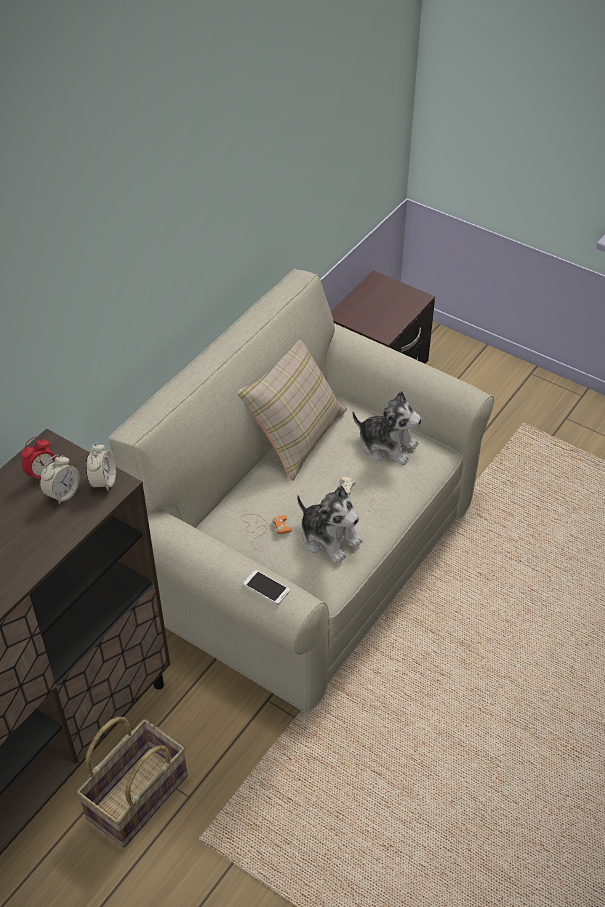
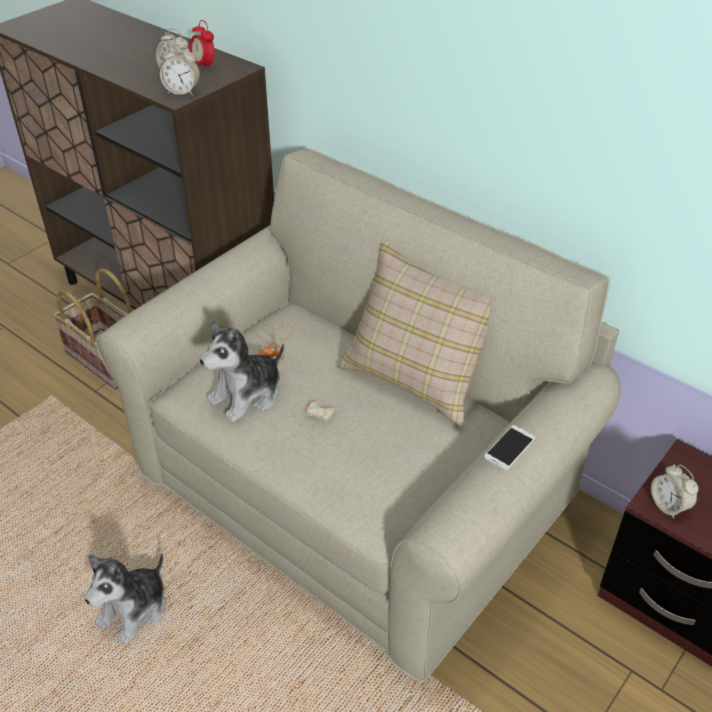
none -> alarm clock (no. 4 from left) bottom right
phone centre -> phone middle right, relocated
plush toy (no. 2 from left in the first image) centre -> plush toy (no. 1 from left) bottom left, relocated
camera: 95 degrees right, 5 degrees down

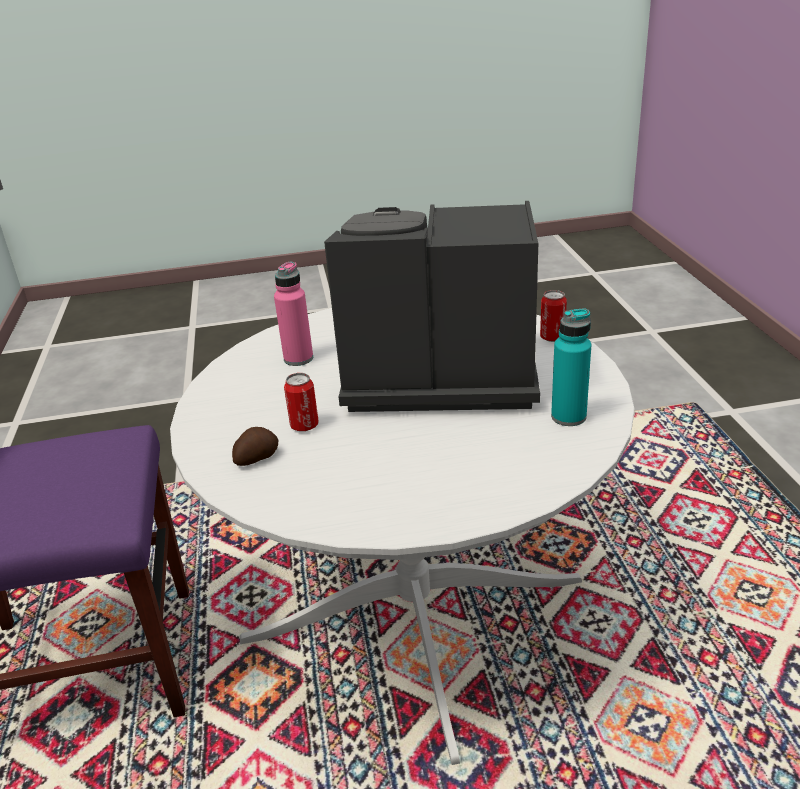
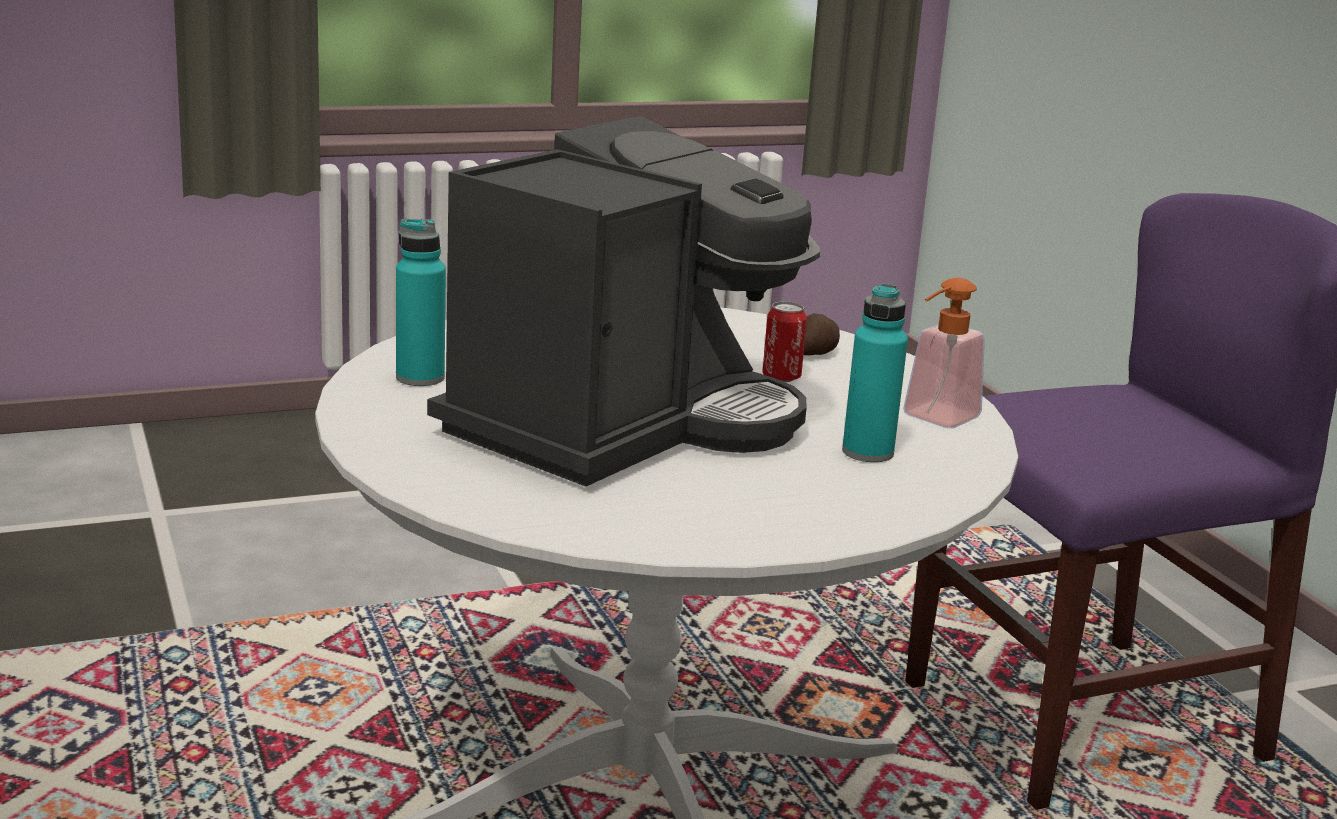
can (no. 2 from left) middle right -> none
none -> soap dispenser middle right
pink bottle centre -> turquoise bottle (no. 2 from left) centre
coffee machine centre, 45 degrees counterclockwise
camera: 165 degrees right, 10 degrees down

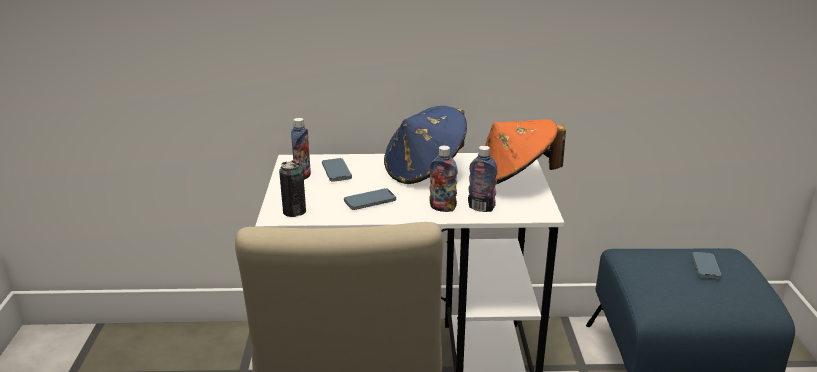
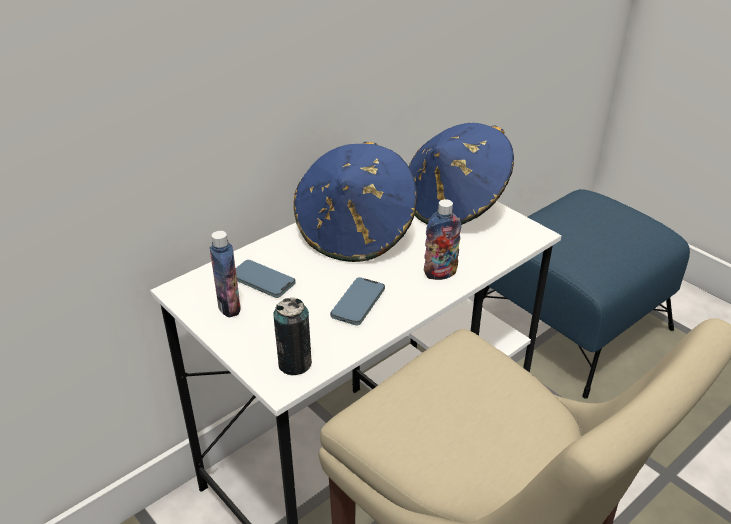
bottle (no. 3 from left) centre -> none
phone (no. 3 from left) bottom right -> none
orange hat centre -> blue hat (no. 2 from left) top centre
camera: 40 degrees left, 10 degrees up

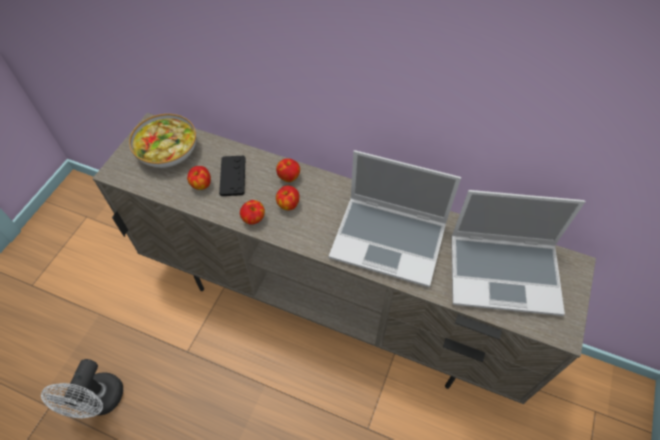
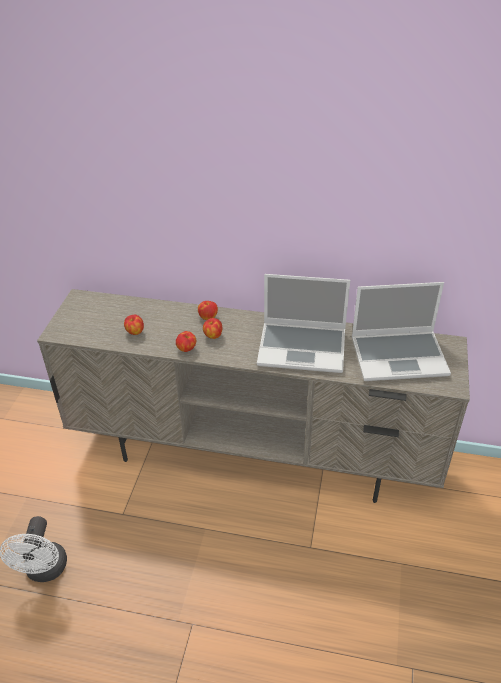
bowl top left -> none
black game controller centre -> none
camera: 10 degrees left, 15 degrees down

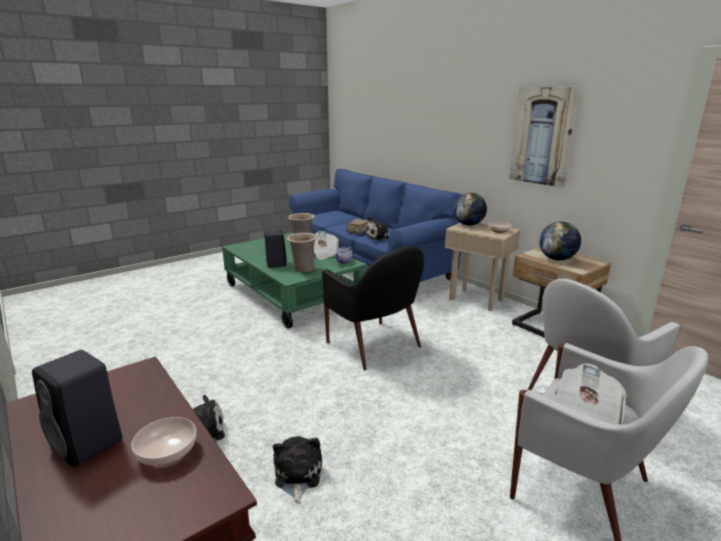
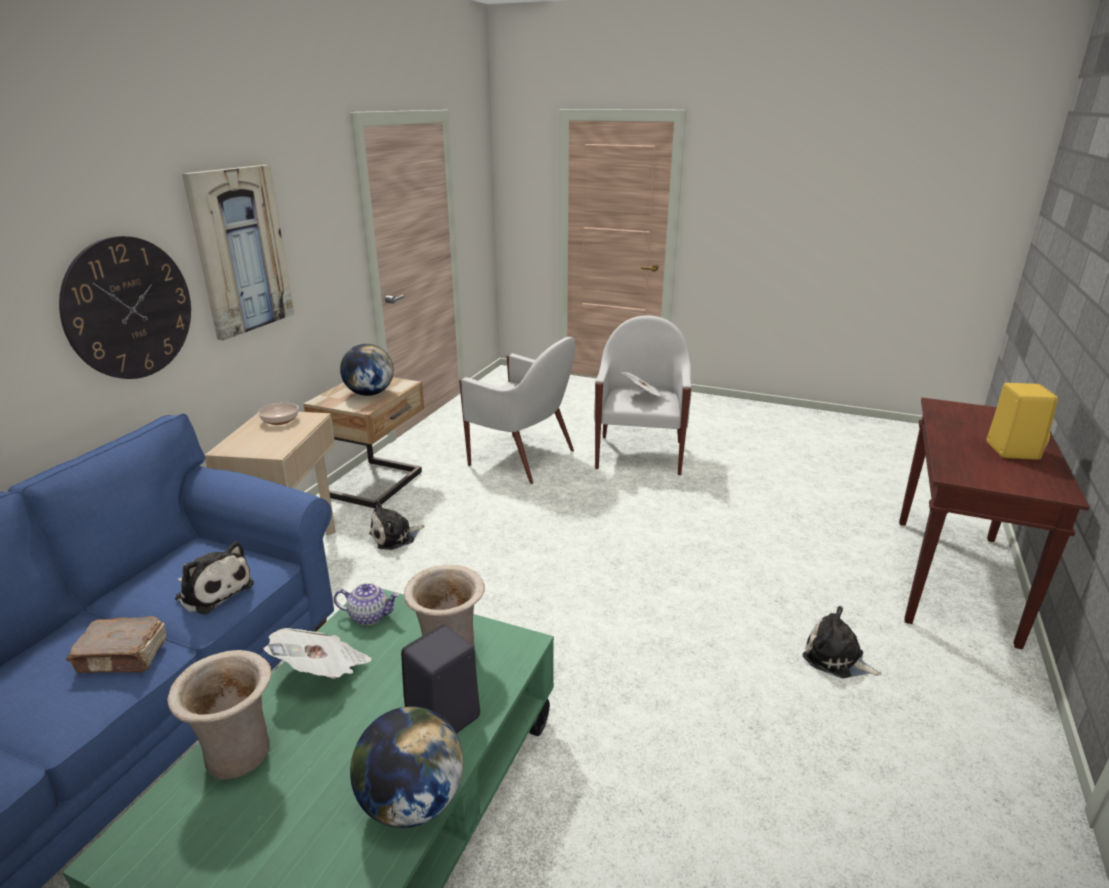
bowl (no. 1 from left) bottom left -> none
black armchair centre -> none
none -> wall clock middle left
plush toy (no. 2 from left) bottom centre -> plush toy (no. 2 from left) centre, relocated
globe (no. 1 from left in the first image) centre -> globe (no. 2 from left) bottom centre, relocated
black speaker (no. 1 from left) bottom left -> yellow speaker middle right
camera: 120 degrees left, 5 degrees up

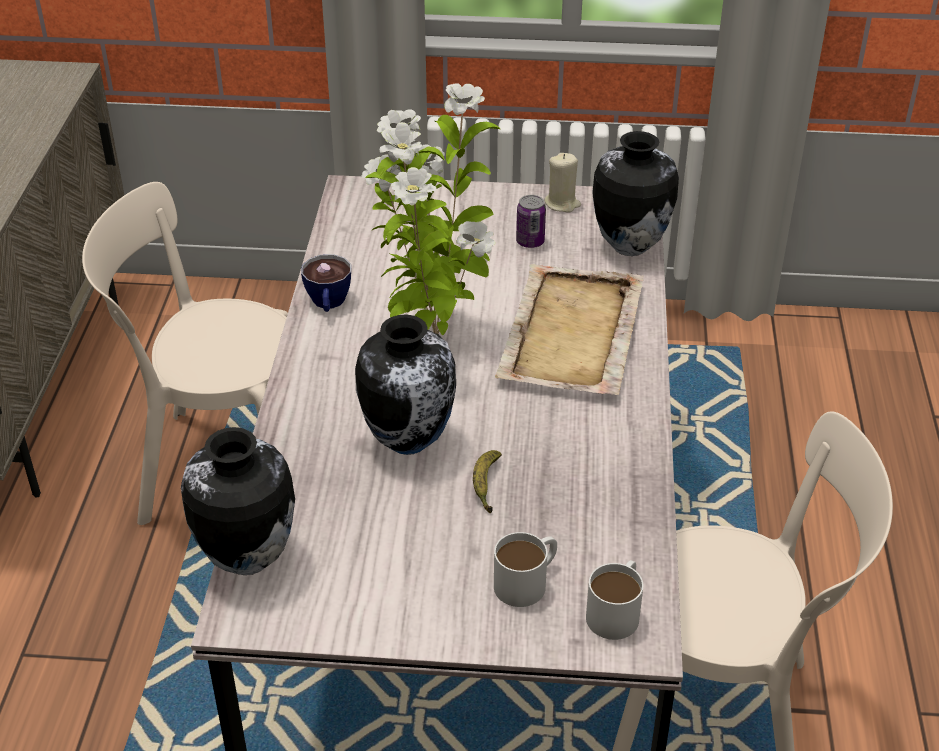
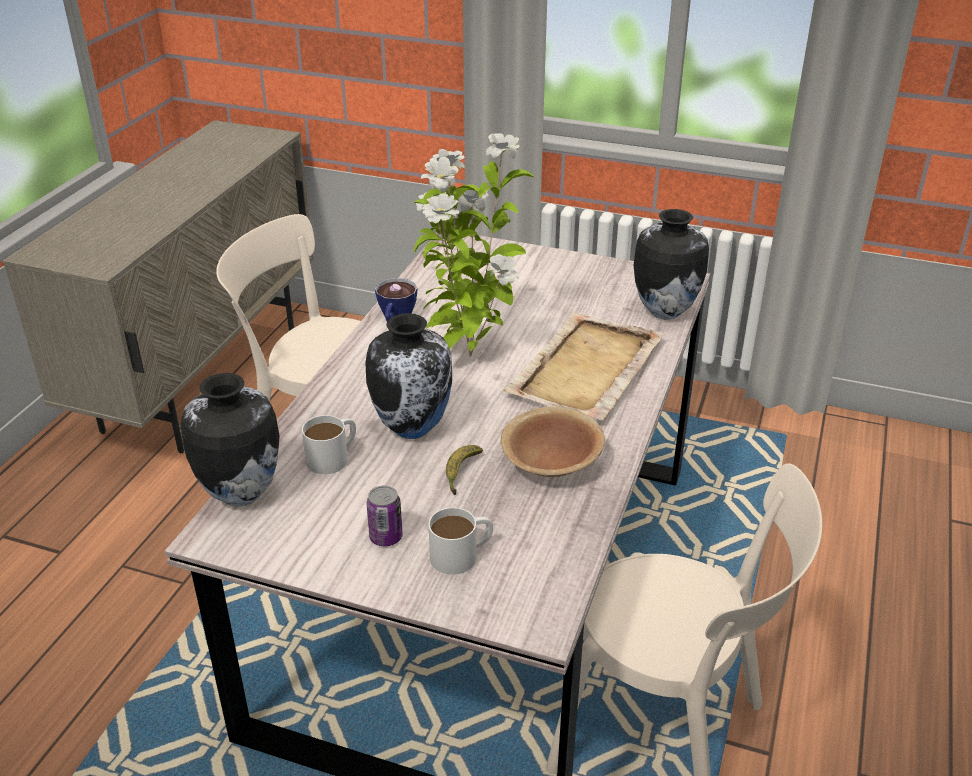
beige candle top centre -> none
none -> brown bowl centre
can top centre -> can centre, relocated
white mug (no. 2 from left in the first image) bottom centre -> white mug (no. 1 from left) centre, relocated
camera: 15 degrees right, 5 degrees down

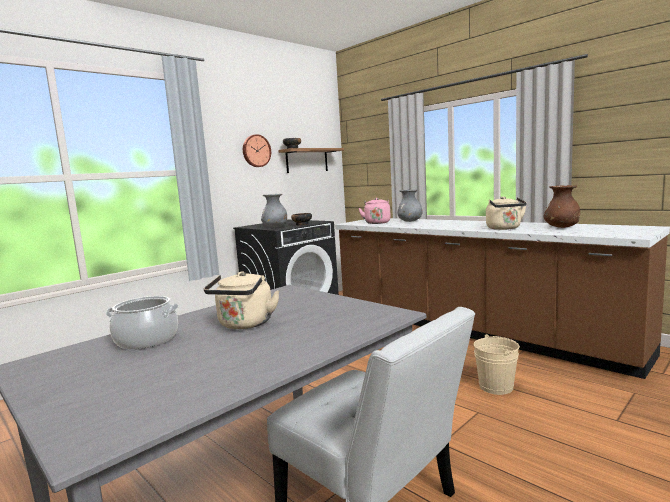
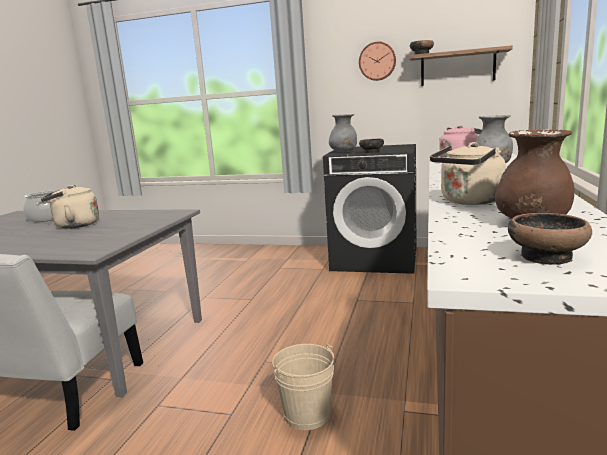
none -> bowl (no. 3 from left) middle right
camera: 60 degrees right, 5 degrees up

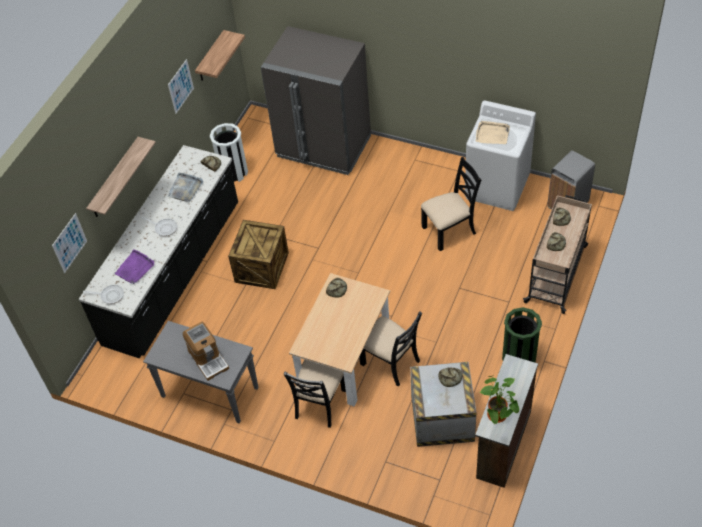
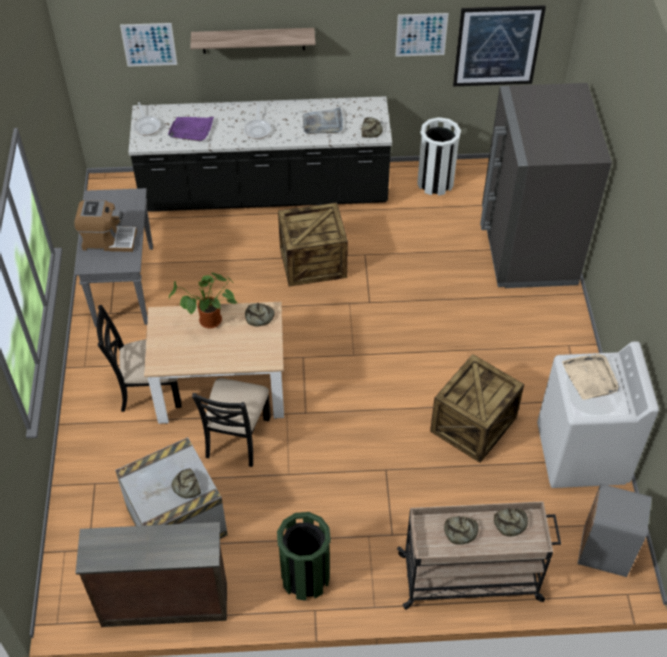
potted plant bottom right -> potted plant middle left, relocated
shelf (no. 2 from left) top left -> picture (no. 3 from left) top right
black chair (no. 3 from left) centre -> crate (no. 3 from left) middle right
coffee machine middle left, 120 degrees counterclockwise
camera: 60 degrees right, 0 degrees up

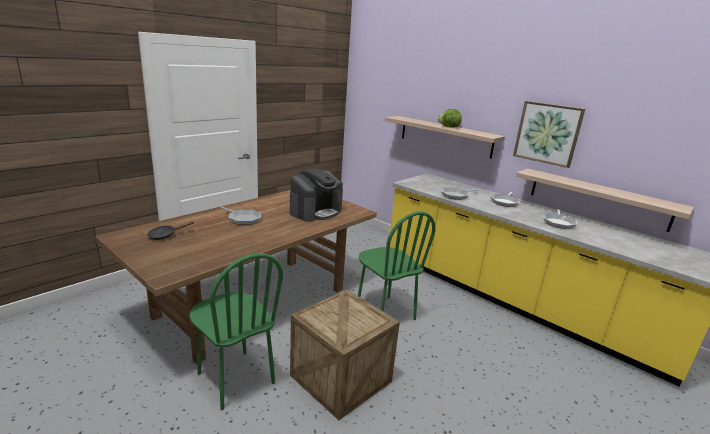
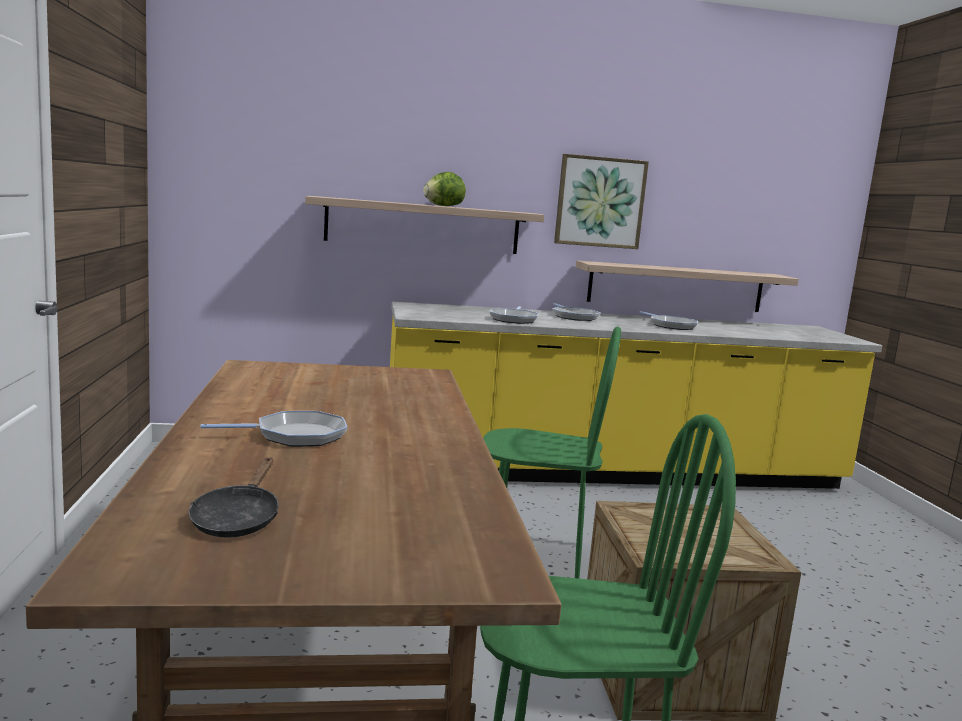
coffee machine centre -> none
camera: 50 degrees left, 10 degrees down

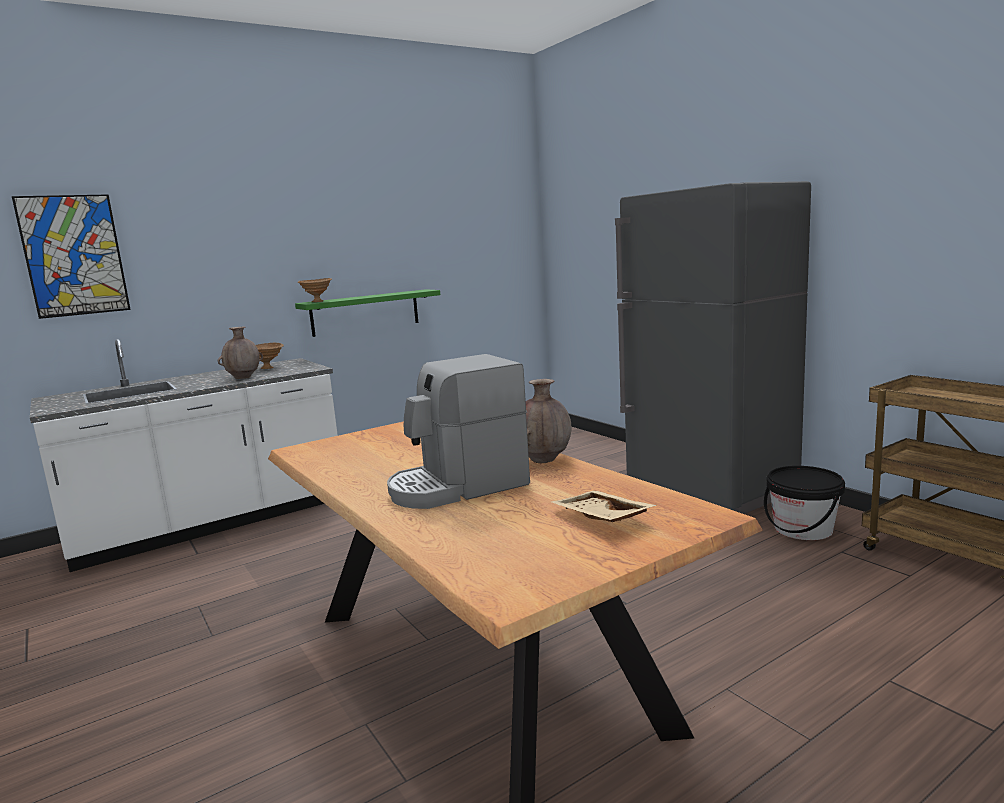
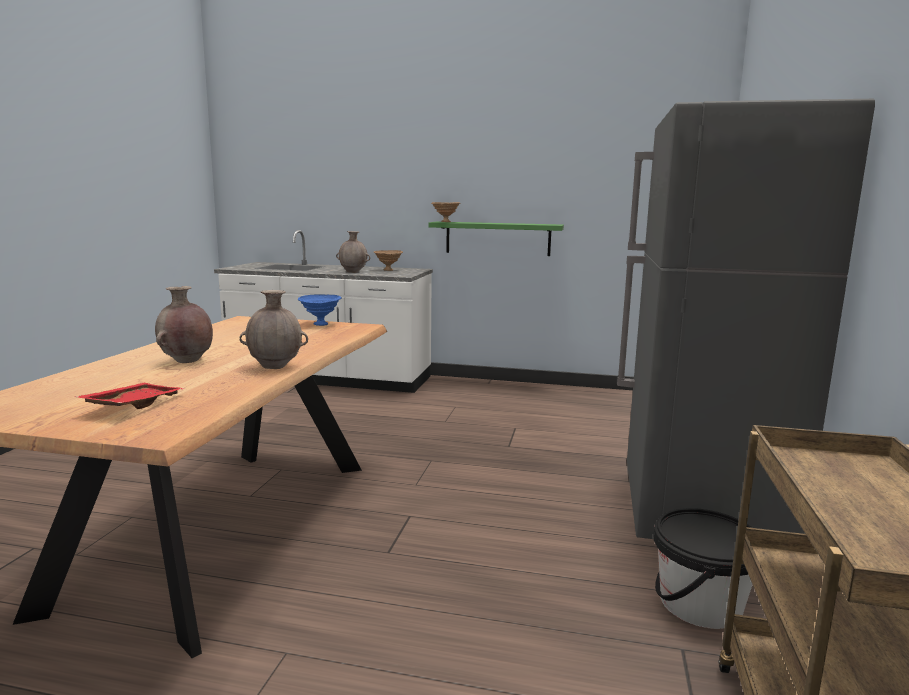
picture top left -> none
none -> blue bowl centre
coffee machine centre -> brown vase (no. 1 from left) middle left
beige tray centre -> red tray middle left
camera: 45 degrees right, 0 degrees up

